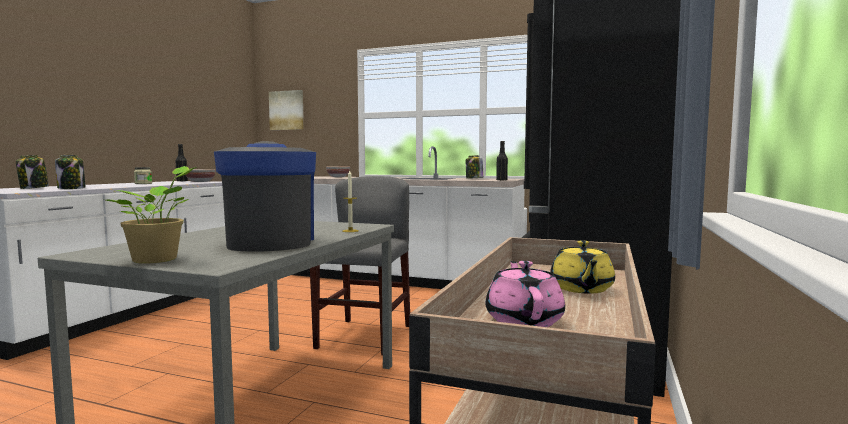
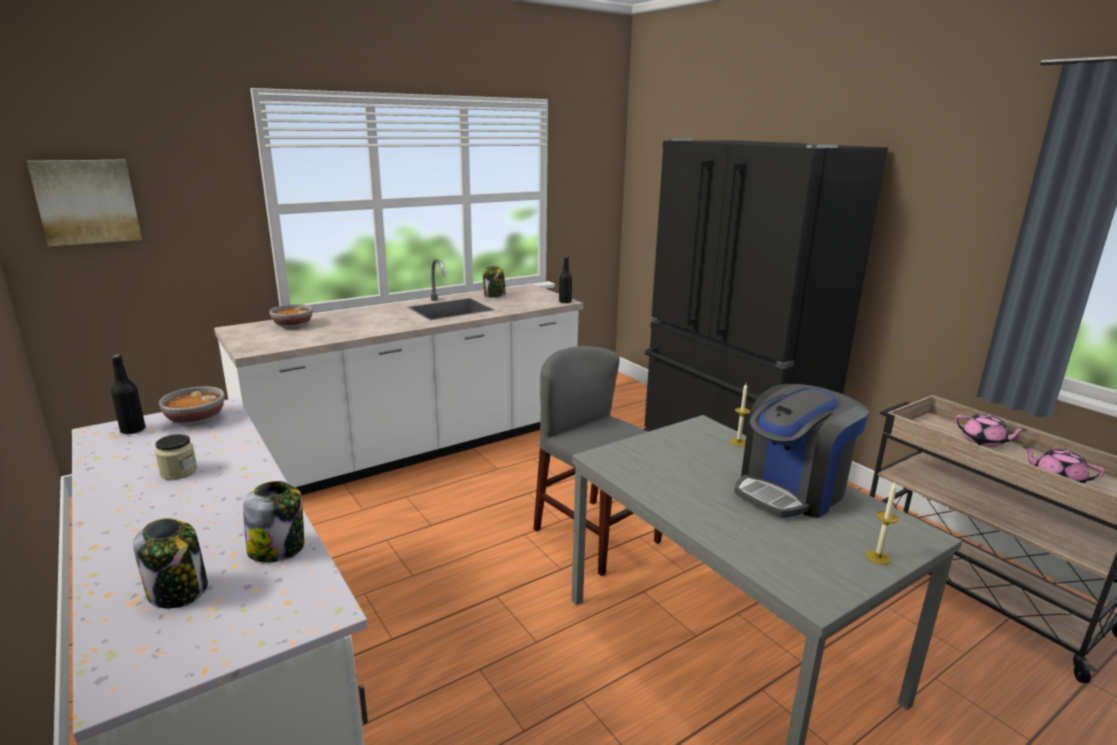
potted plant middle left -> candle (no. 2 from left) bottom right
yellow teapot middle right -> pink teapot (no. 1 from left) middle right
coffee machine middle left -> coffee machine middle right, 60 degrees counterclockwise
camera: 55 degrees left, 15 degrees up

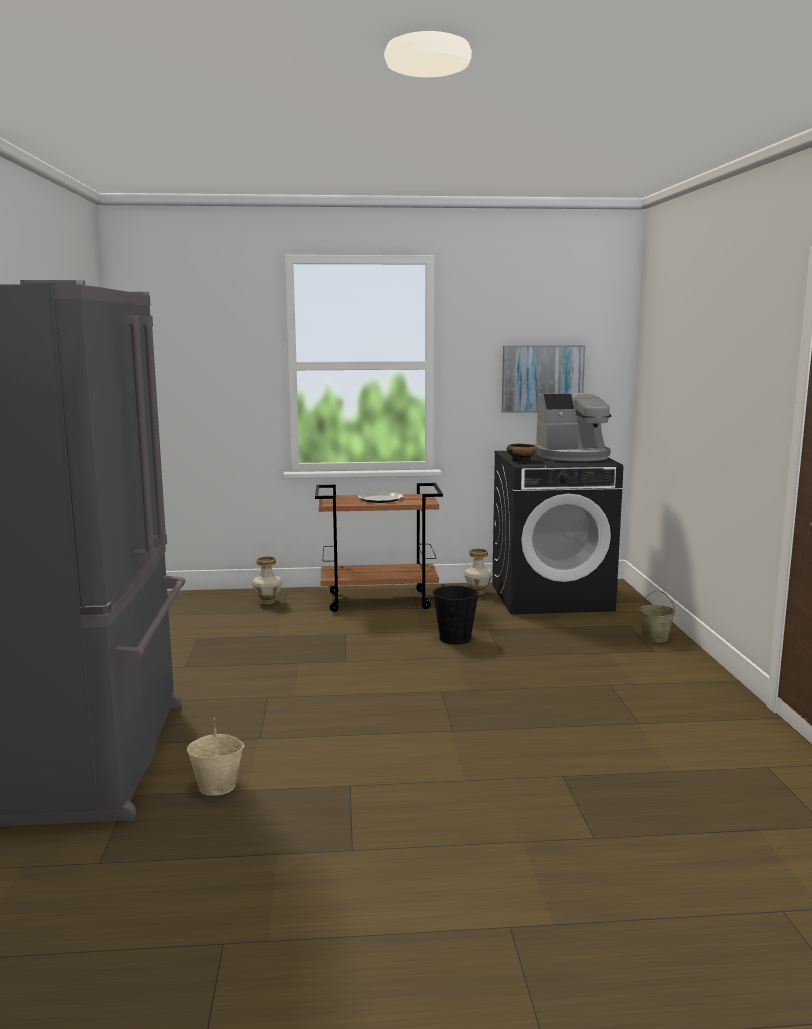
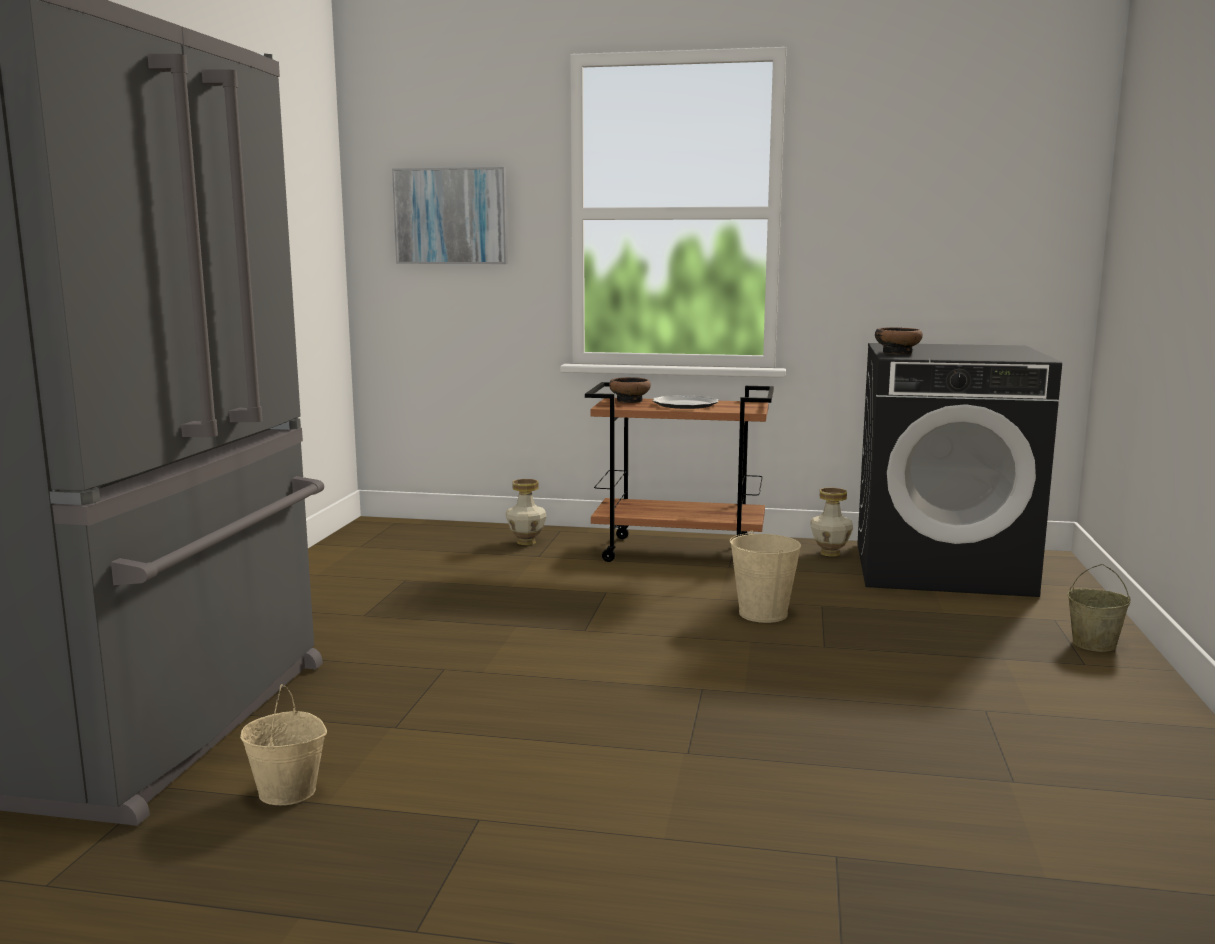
coffee machine middle right -> none
none -> bowl (no. 1 from left) centre
picture middle right -> picture top centre, relocated
black bucket centre -> beige bucket (no. 2 from left) centre
camera: 15 degrees right, 0 degrees up

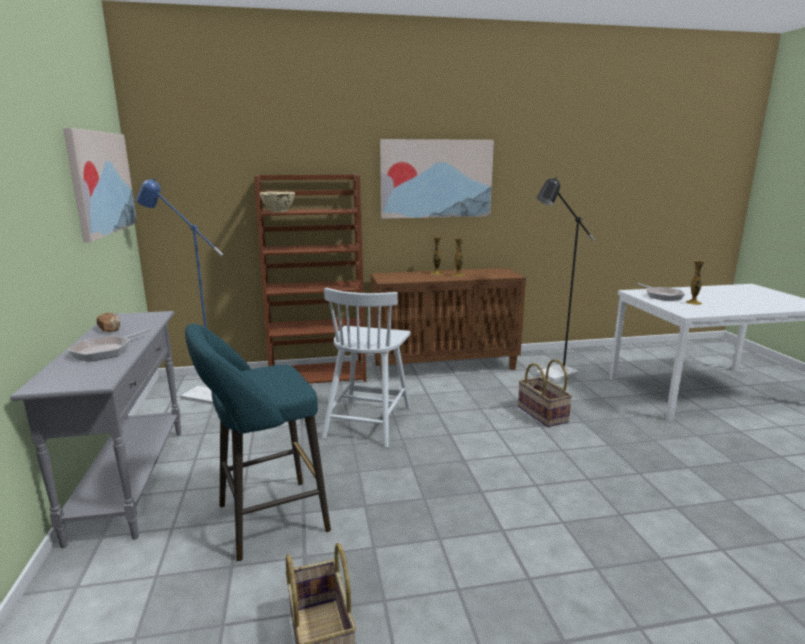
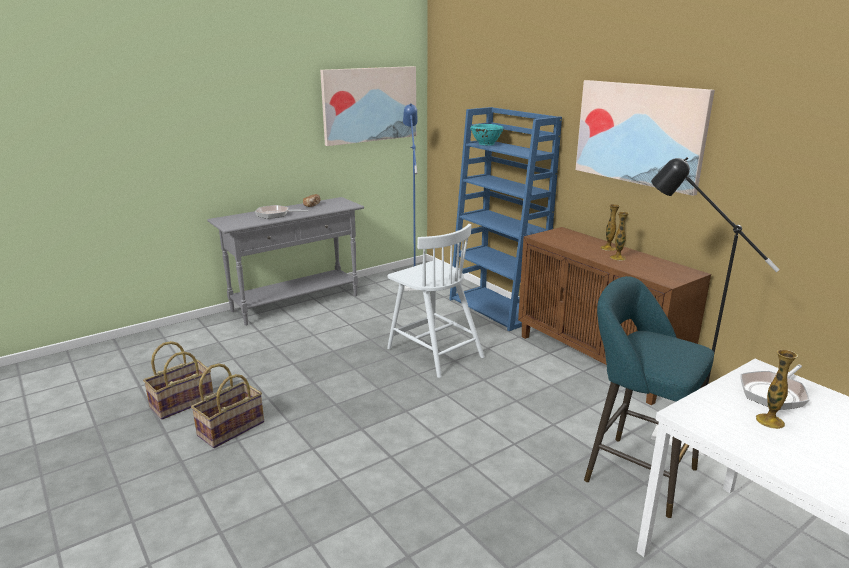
turquoise stool bottom left -> turquoise stool bottom right, relocated
basket (no. 2 from left) middle right -> basket (no. 2 from left) bottom left, relocated
brown bookcase centre -> blue bookcase centre
beige bowl top centre -> turquoise bowl top centre
white chair centre, 120 degrees counterclockwise
camera: 65 degrees right, 5 degrees up

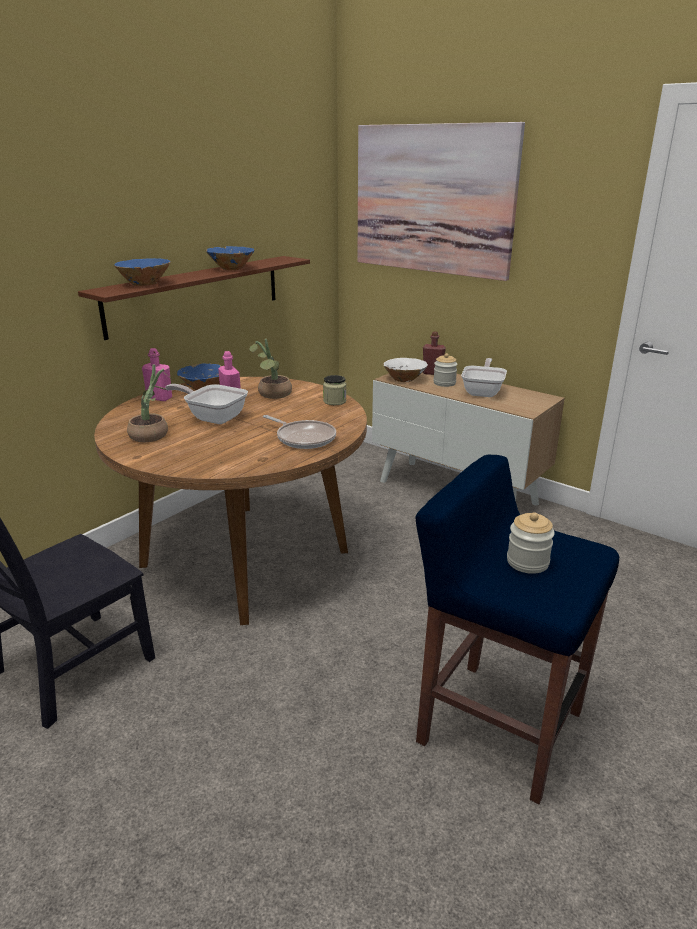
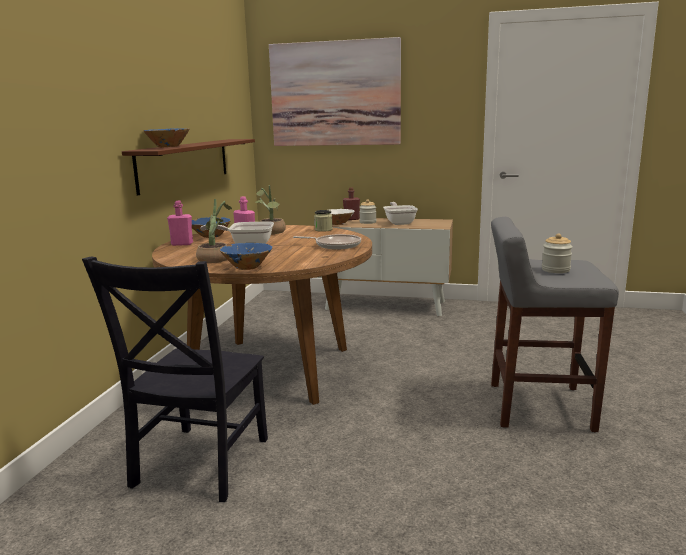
blue bowl (no. 3 from left) top left -> blue bowl (no. 3 from left) centre, relocated
blue stool bottom right -> grey stool middle right
camera: 25 degrees left, 10 degrees down

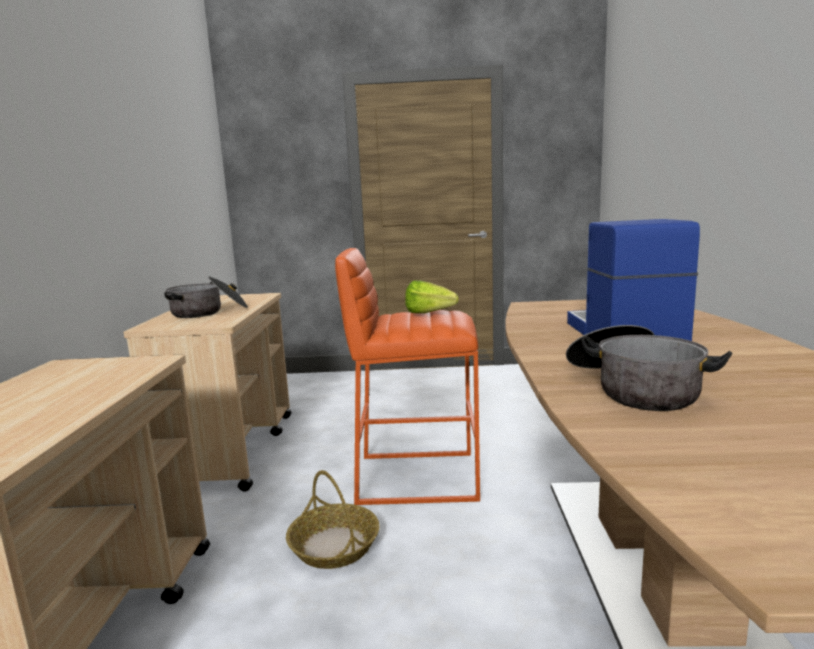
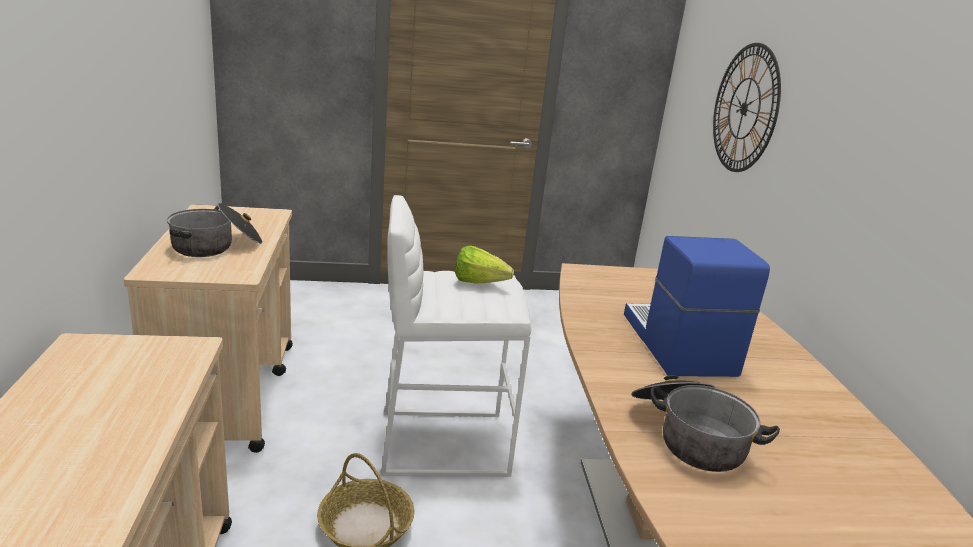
none -> wall clock top right
orange stool centre -> white stool centre
camera: 10 degrees left, 10 degrees up

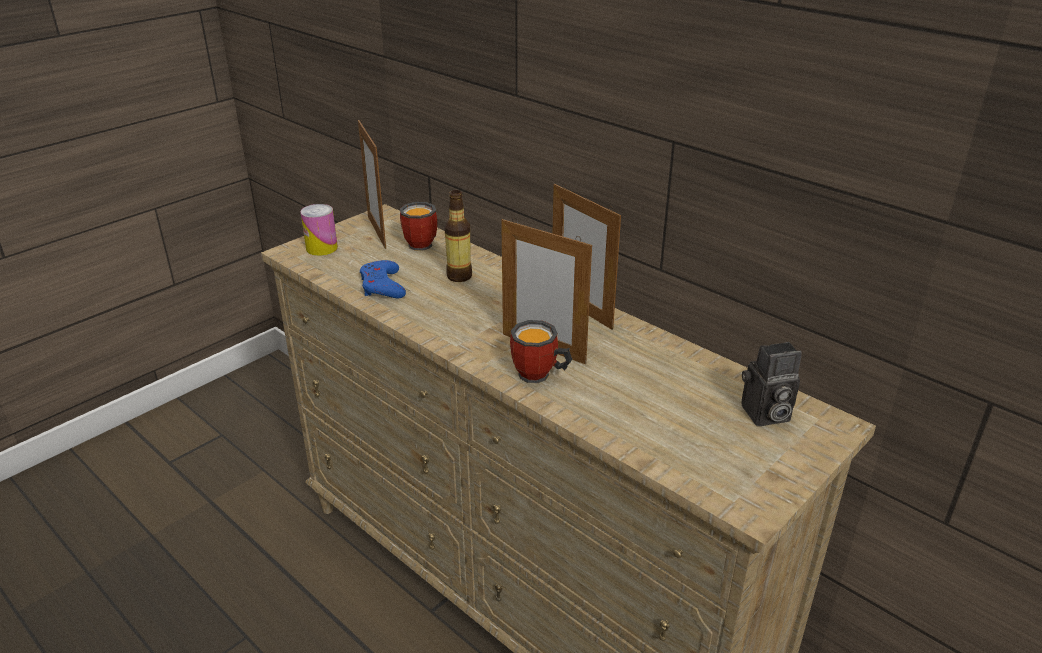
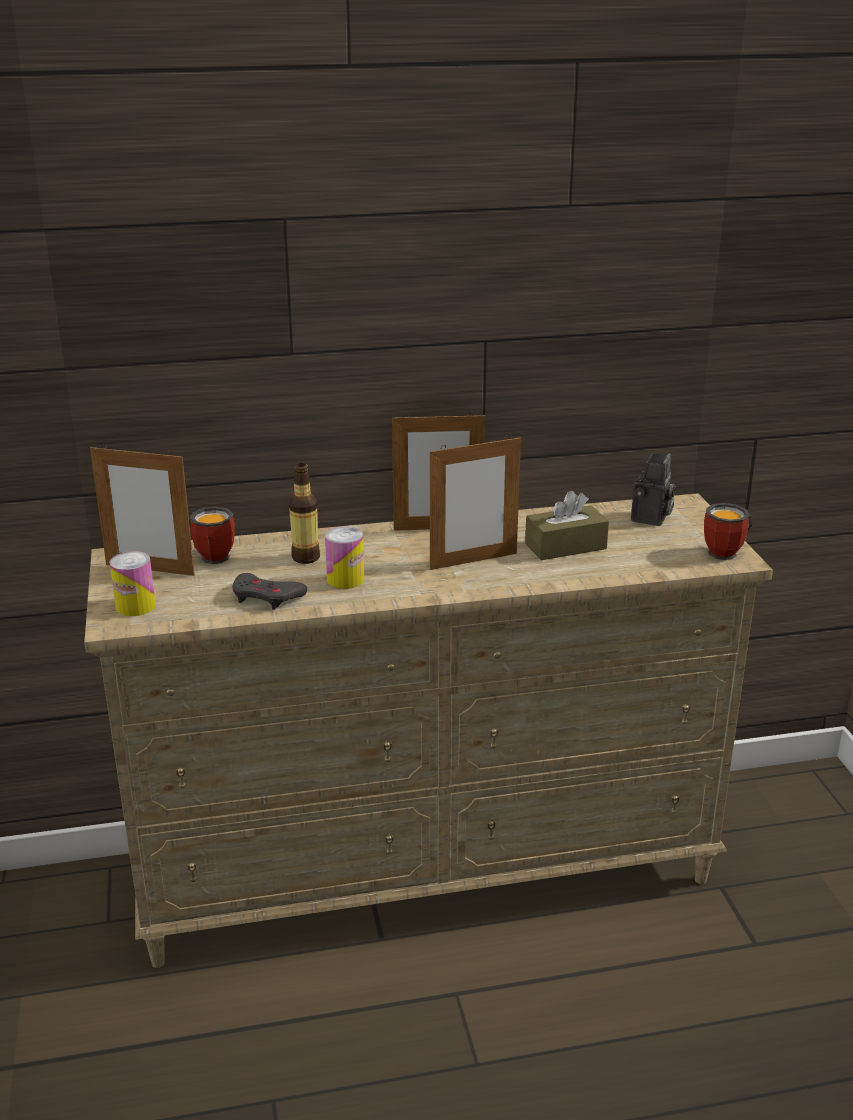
none -> can (no. 2 from left) centre
none -> brown tissue box centre
mug (no. 2 from left) centre -> mug (no. 2 from left) middle right, relocated
blue game controller centre -> grey game controller middle left
camera: 55 degrees left, 5 degrees down

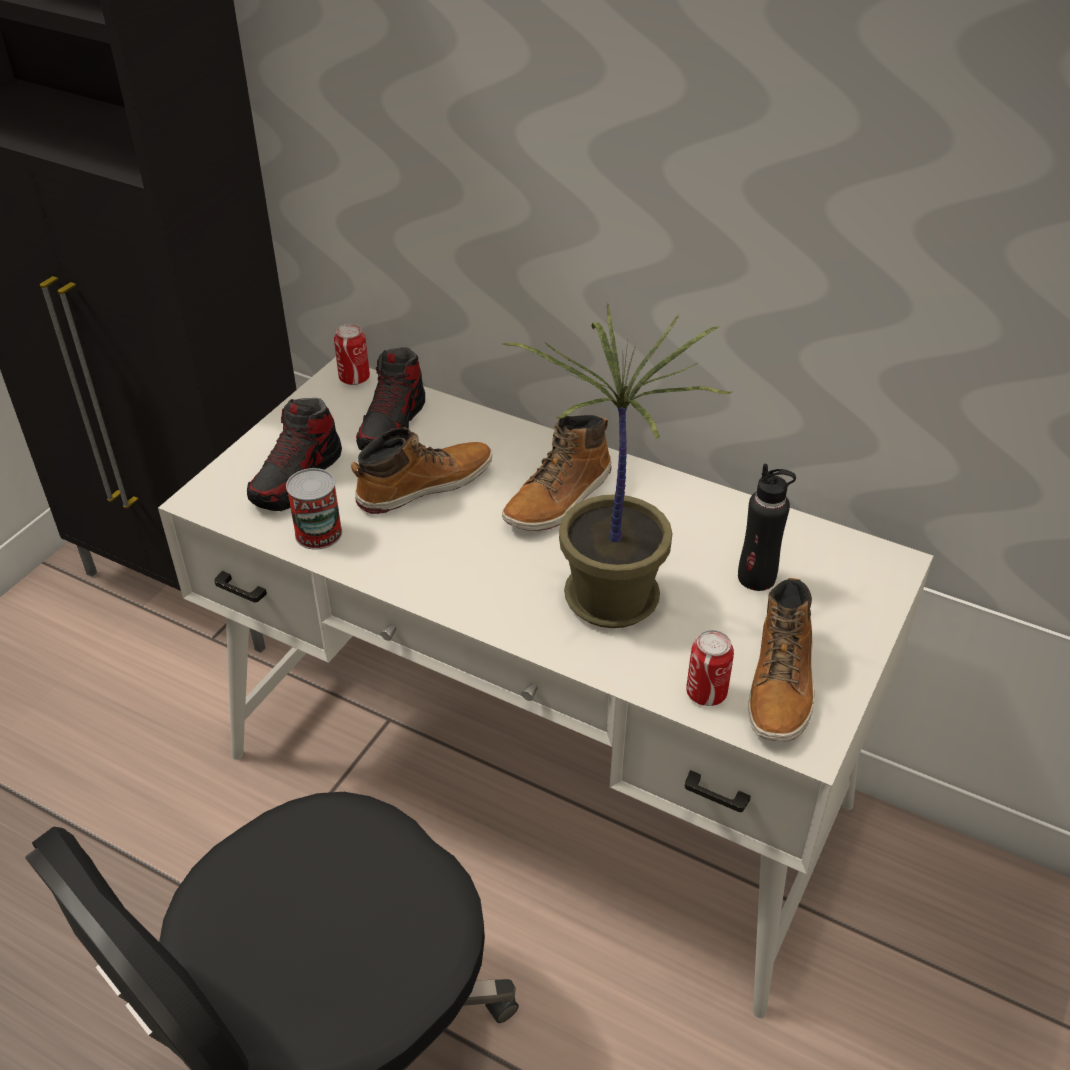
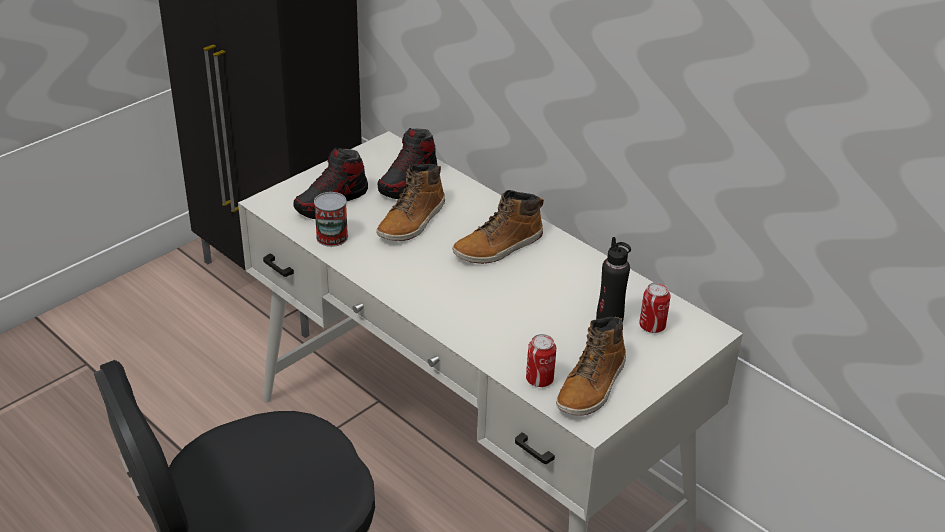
potted plant centre -> none
can (no. 2 from left in the first image) top left -> can (no. 3 from left) middle right, relocated
boot (no. 1 from left) centre, 135 degrees clockwise
camera: 15 degrees right, 5 degrees down

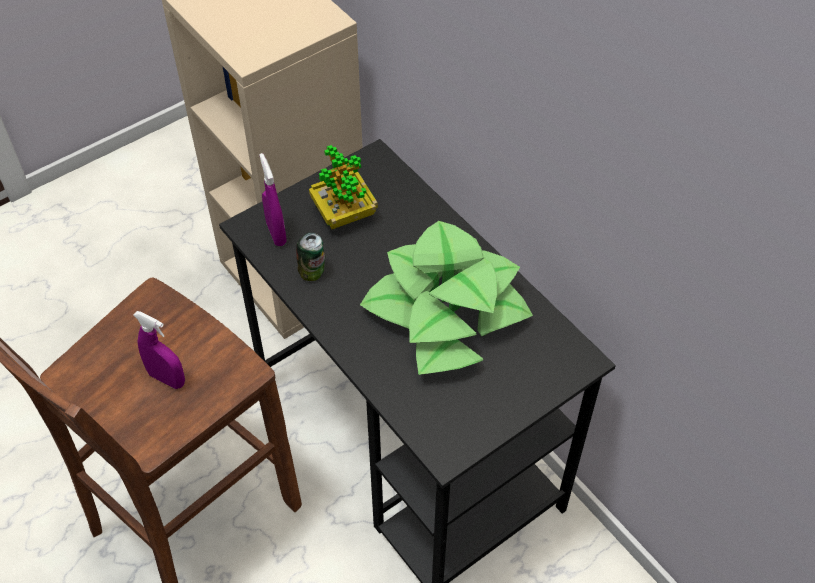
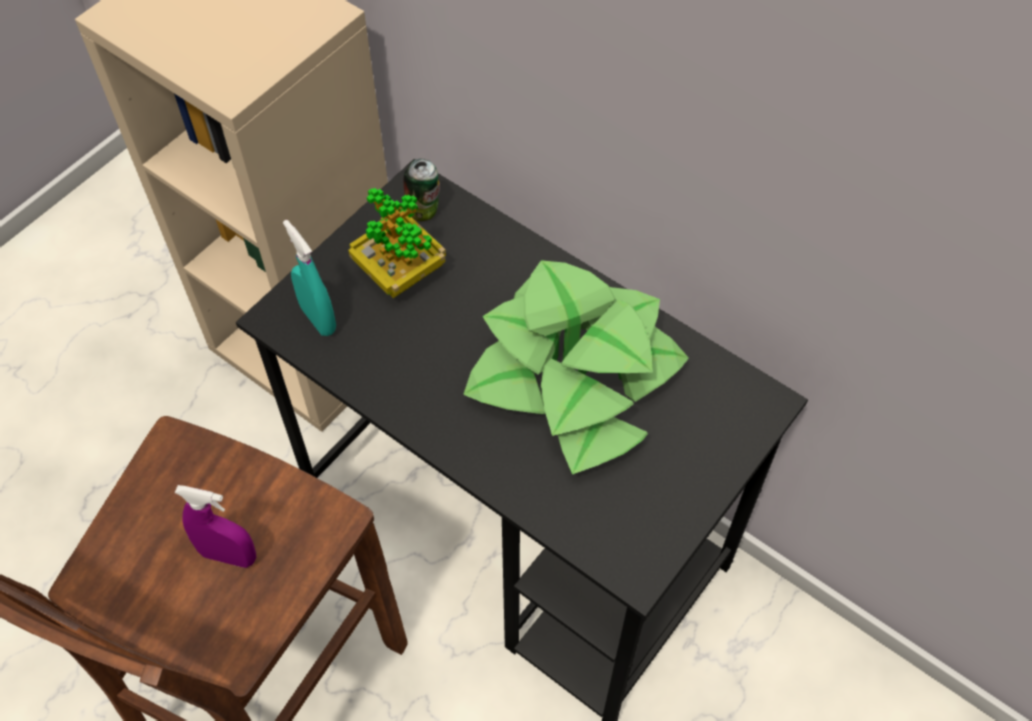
can centre -> can top centre, relocated
purple spray bottle (no. 2 from left) centre -> turquoise spray bottle middle left
camera: 15 degrees left, 5 degrees up

